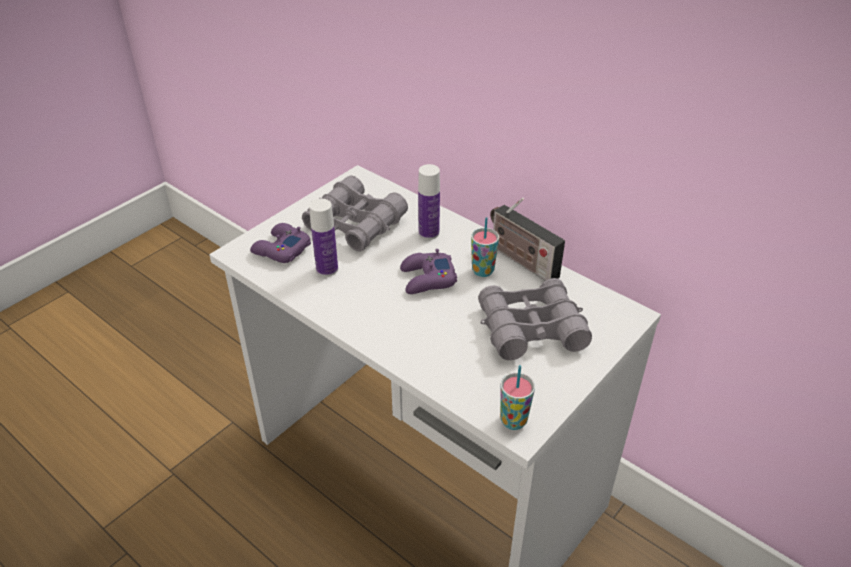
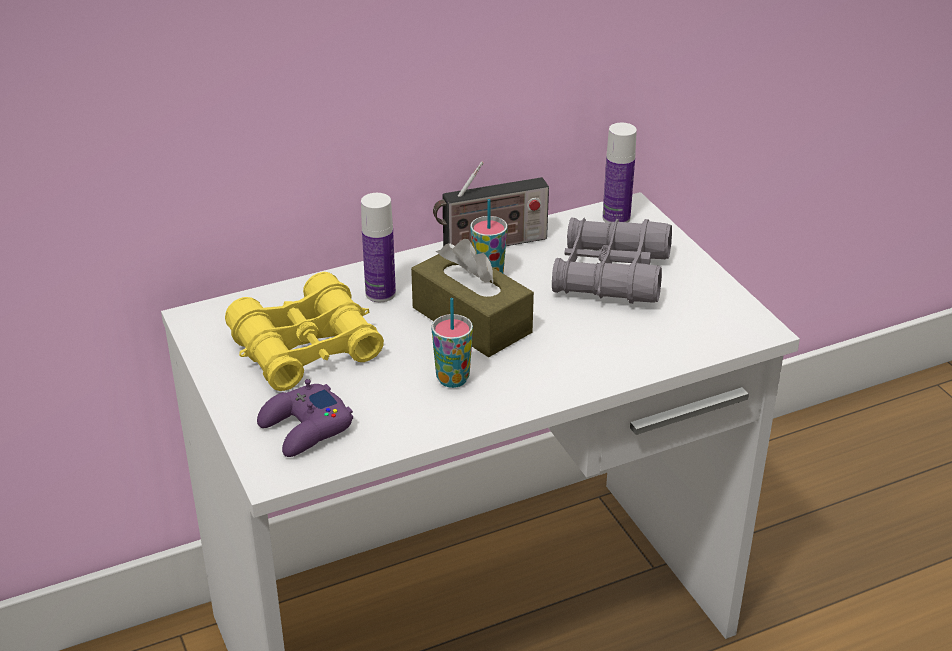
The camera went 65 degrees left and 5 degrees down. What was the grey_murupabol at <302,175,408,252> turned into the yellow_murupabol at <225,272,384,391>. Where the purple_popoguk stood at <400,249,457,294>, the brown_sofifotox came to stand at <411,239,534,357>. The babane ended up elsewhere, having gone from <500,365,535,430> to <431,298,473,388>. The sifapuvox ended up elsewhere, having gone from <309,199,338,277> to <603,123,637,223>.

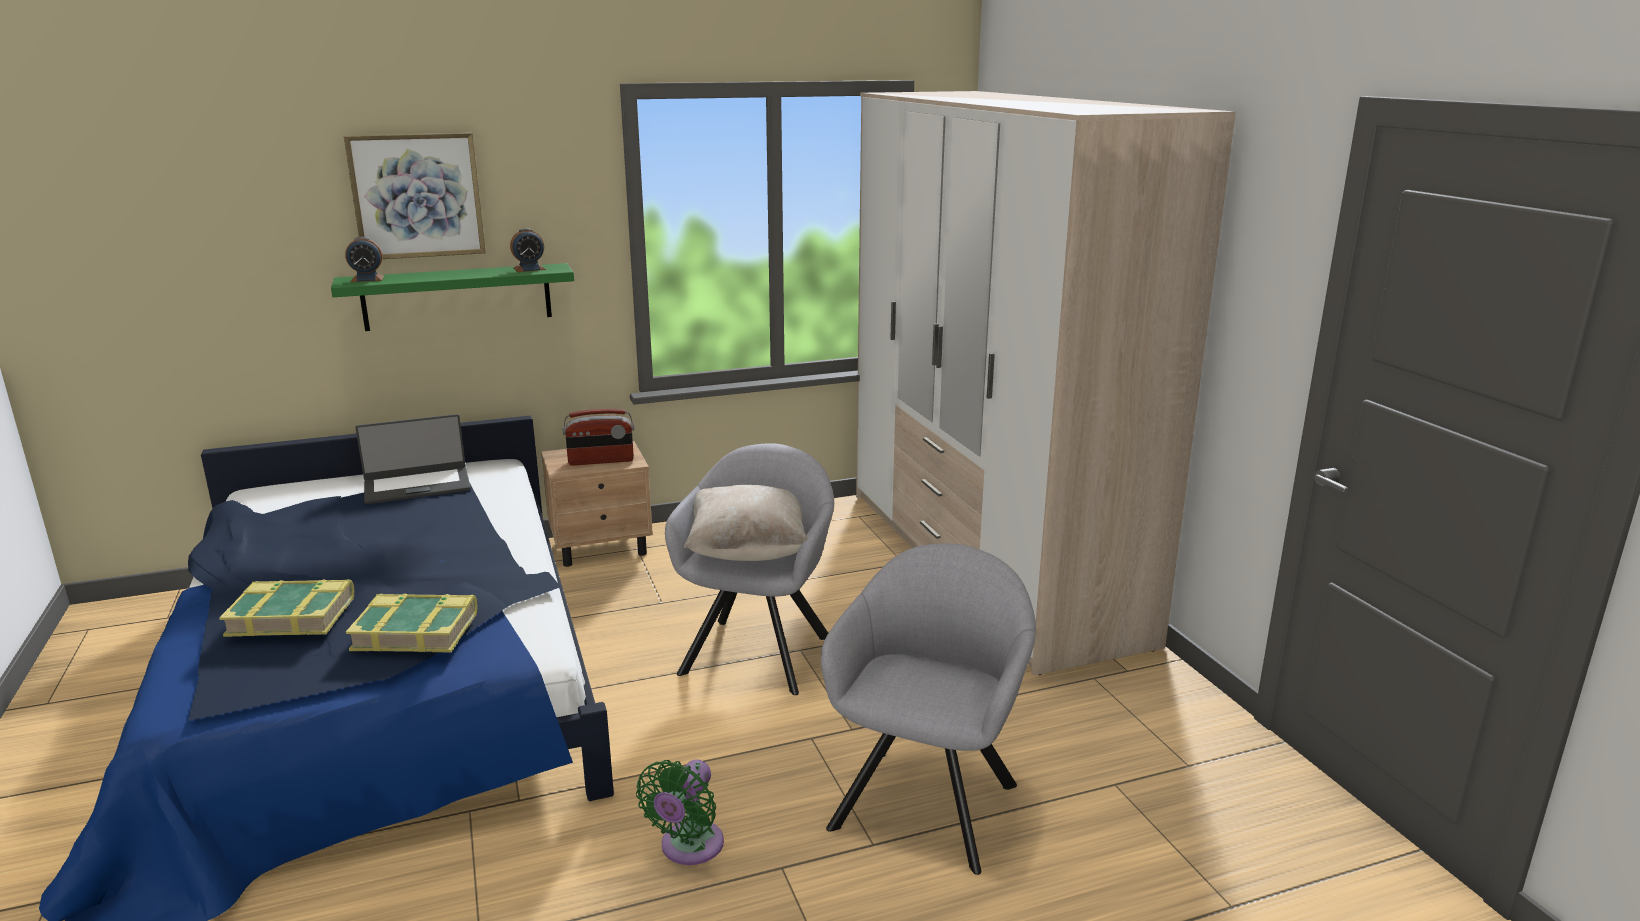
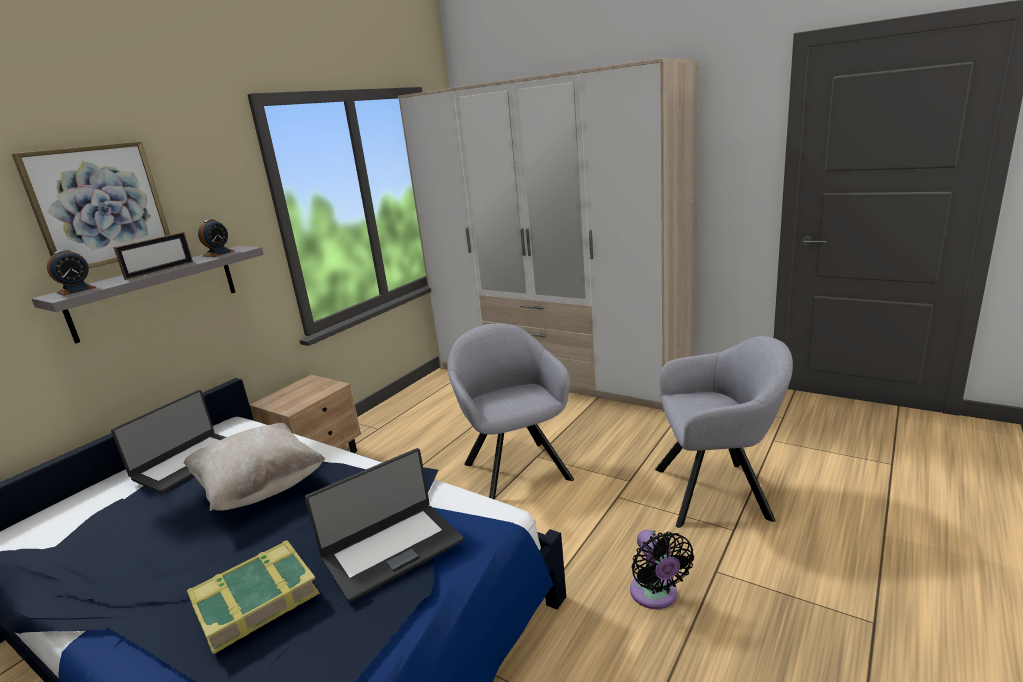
The camera went 35 degrees left and 0 degrees up. What was the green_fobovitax at <331,263,574,331> turned into the grey_fobovitax at <32,246,264,343>. The second view gained the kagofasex at <113,232,193,280>. The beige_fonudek ended up elsewhere, having gone from <684,485,808,561> to <183,423,325,511>. Where the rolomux stood at <346,594,478,652>, the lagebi came to stand at <305,448,463,602>. What was the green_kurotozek at <636,759,724,865> turned into the black_kurotozek at <630,530,694,609>. The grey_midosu at <821,543,1036,875> ended up facing another way, 105 degrees clockwise from before. The second view lost the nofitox at <563,409,634,466>.

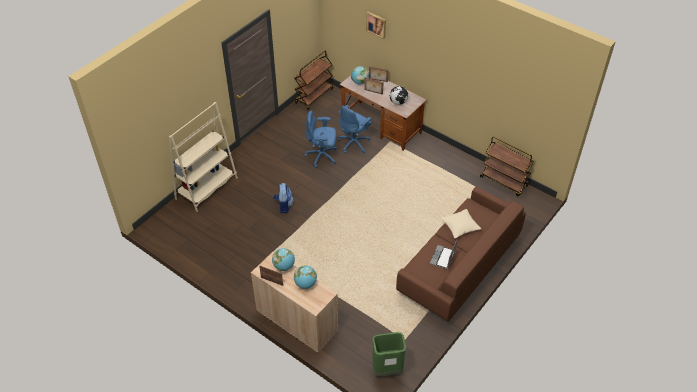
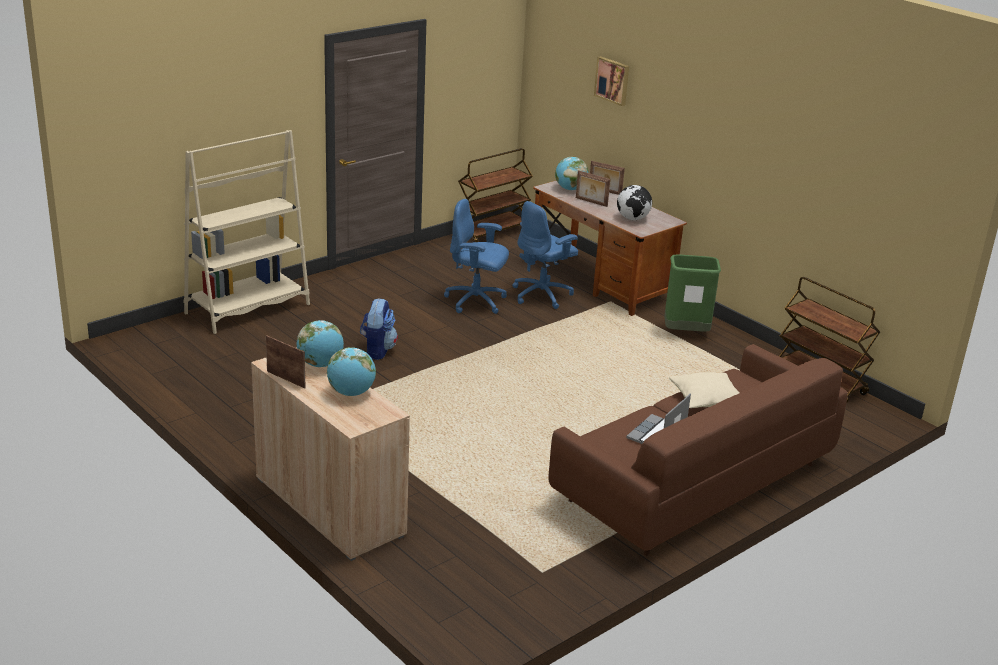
The camera went 10 degrees right and 20 degrees down. The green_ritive ended up elsewhere, having gone from <372,332,406,376> to <664,255,721,332>.

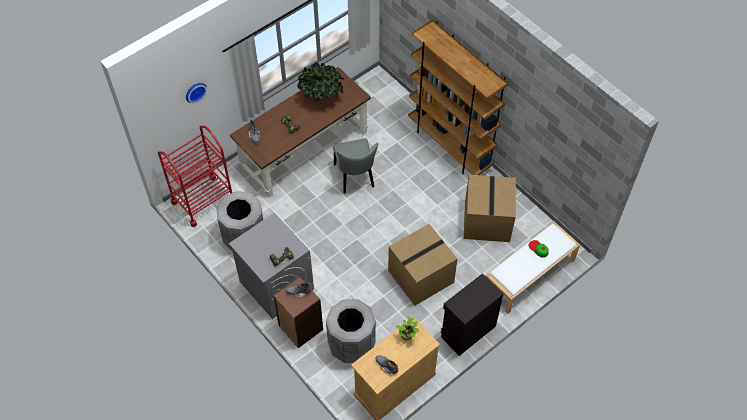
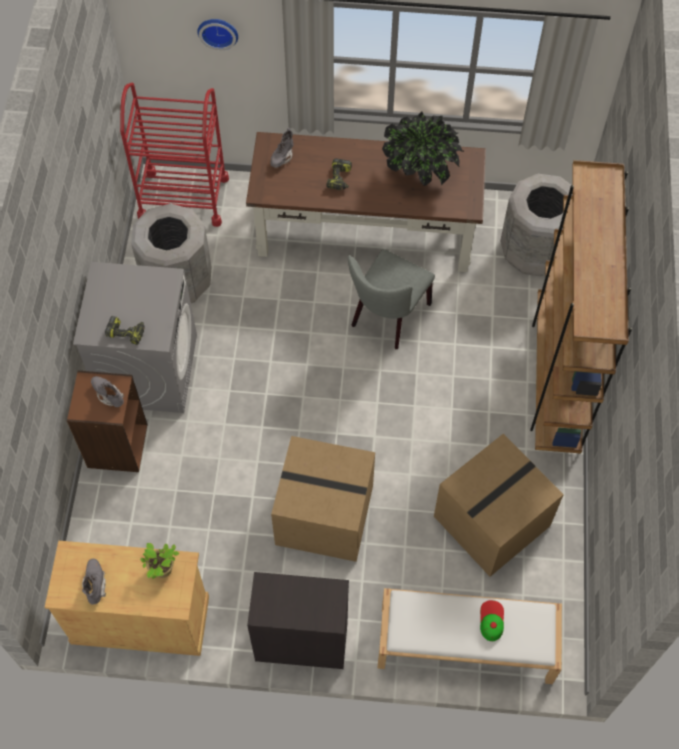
The camera went 45 degrees right and 5 degrees up. The grey_ritive ended up elsewhere, having gone from <326,299,376,363> to <500,174,573,276>.

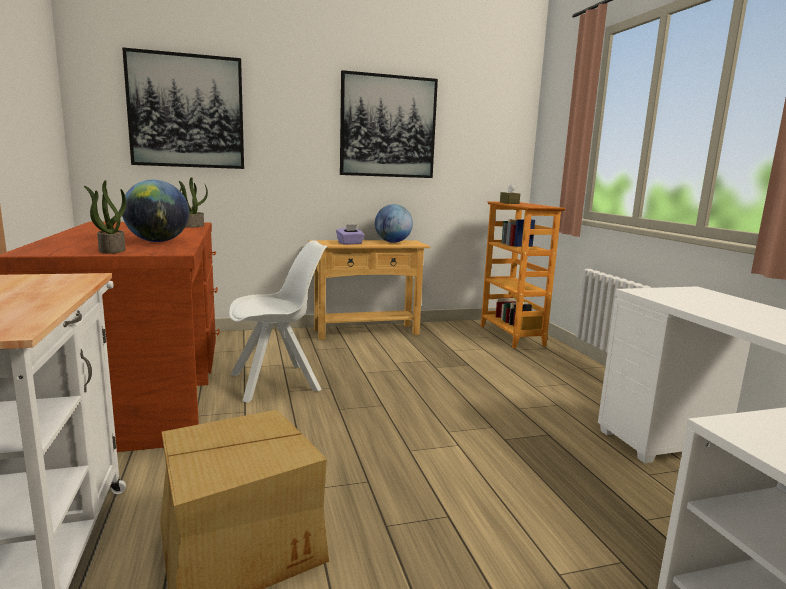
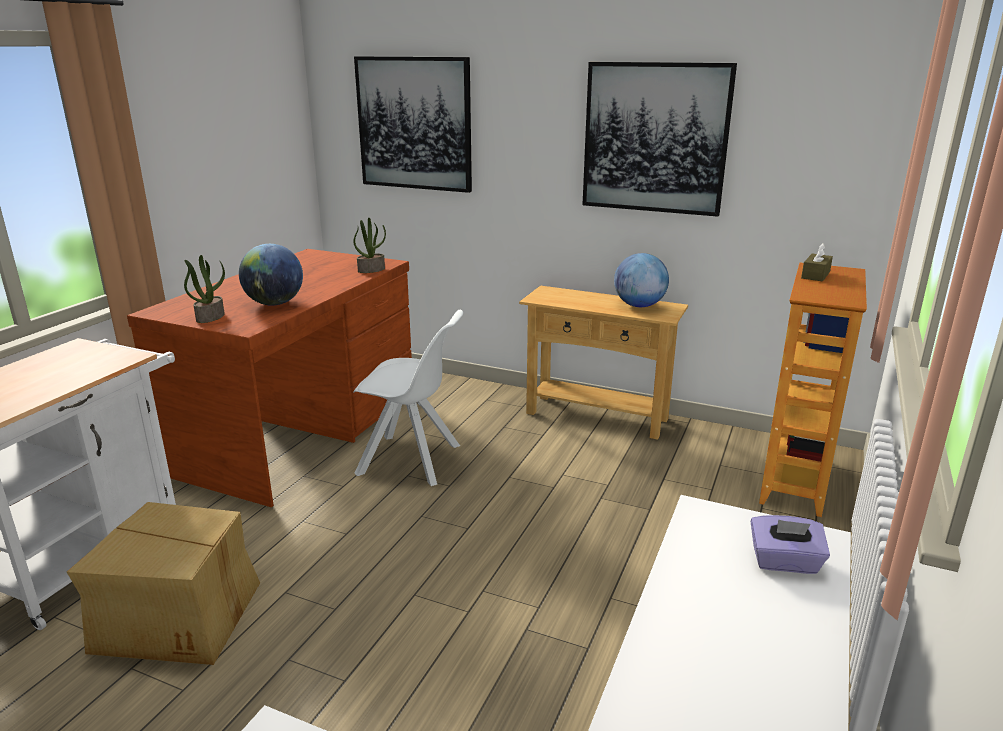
The camera went 40 degrees right and 10 degrees up. The purple_sofifotox ended up elsewhere, having gone from <336,224,365,245> to <751,515,830,574>.

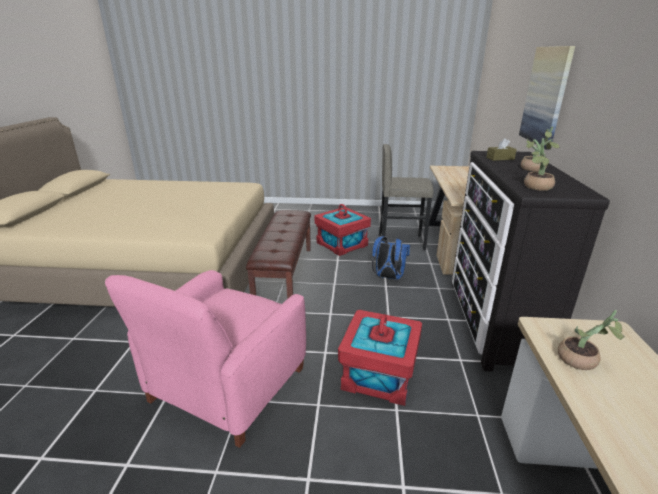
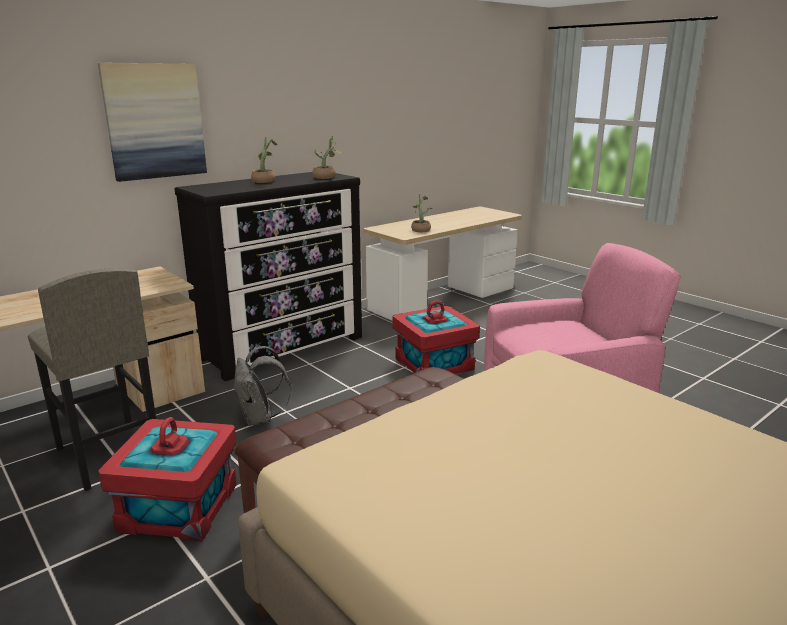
The camera went 135 degrees left and 5 degrees down. What was the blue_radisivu at <372,236,410,279> turned into the grey_radisivu at <234,346,291,426>. The second view lost the brown_sofifotox at <486,138,517,161>.

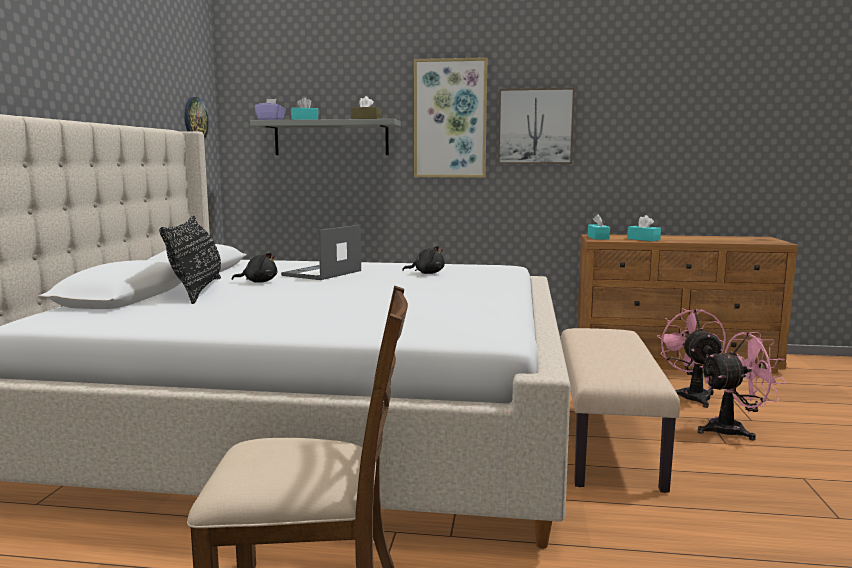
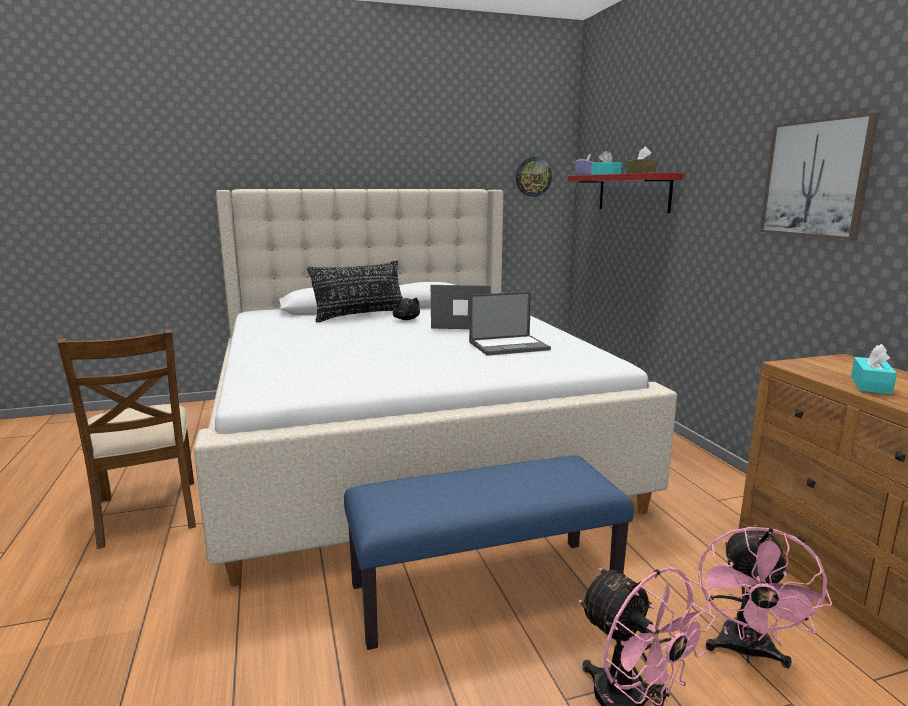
The camera went 65 degrees right and 5 degrees up. What was the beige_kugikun at <561,328,680,493> turned into the blue_kugikun at <344,456,634,650>. Where the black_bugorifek stood at <402,246,445,274>, the lagebi came to stand at <469,292,551,356>. What was the grey_fobovitax at <250,119,401,155> turned into the red_fobovitax at <567,173,683,213>. The pink_kurotozek at <657,308,726,408> ended up facing another way, 135 degrees clockwise from before. The second view lost the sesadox at <414,57,487,178>. The second view lost the turquoise_sofifotox at <588,214,610,240>.

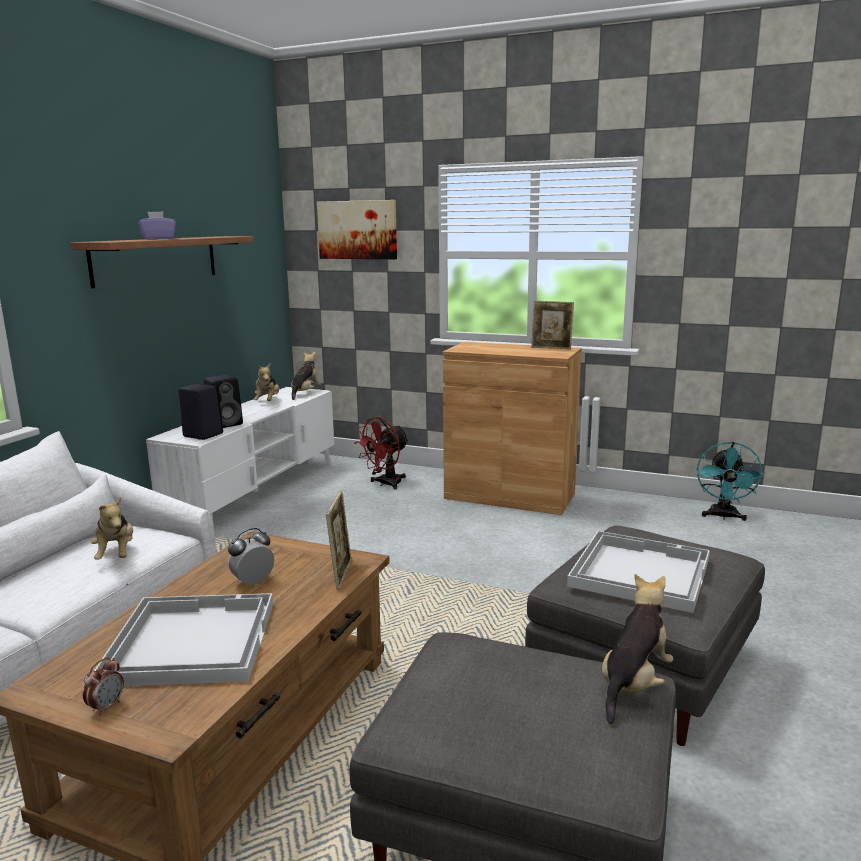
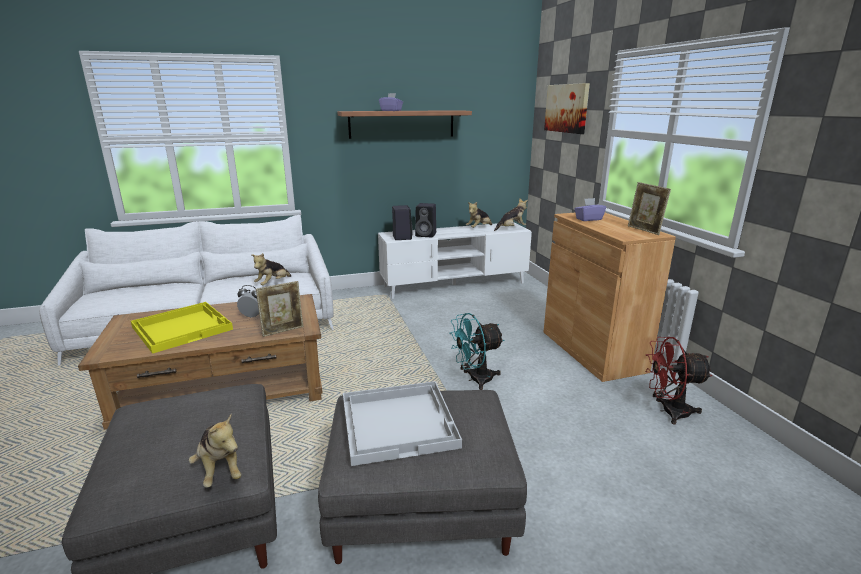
The camera went 50 degrees right and 5 degrees up. What was the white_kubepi at <94,593,273,686> turned into the yellow_kubepi at <131,302,233,354>. The bugorifek at <602,574,673,724> ended up facing another way, 60 degrees clockwise from before. The turquoise_kurotozek ended up elsewhere, having gone from <697,442,764,521> to <449,313,504,390>. The second view gained the purple_sofifotox at <574,198,606,221>. The red_kurotozek ended up elsewhere, having gone from <354,417,409,489> to <645,337,713,425>. The second view lost the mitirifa at <83,657,124,716>.

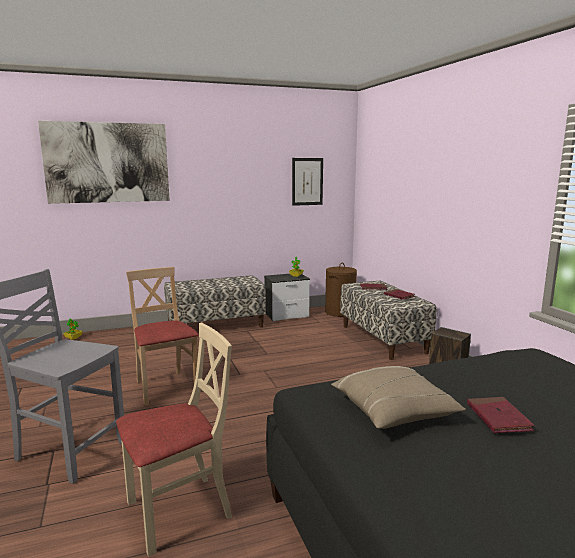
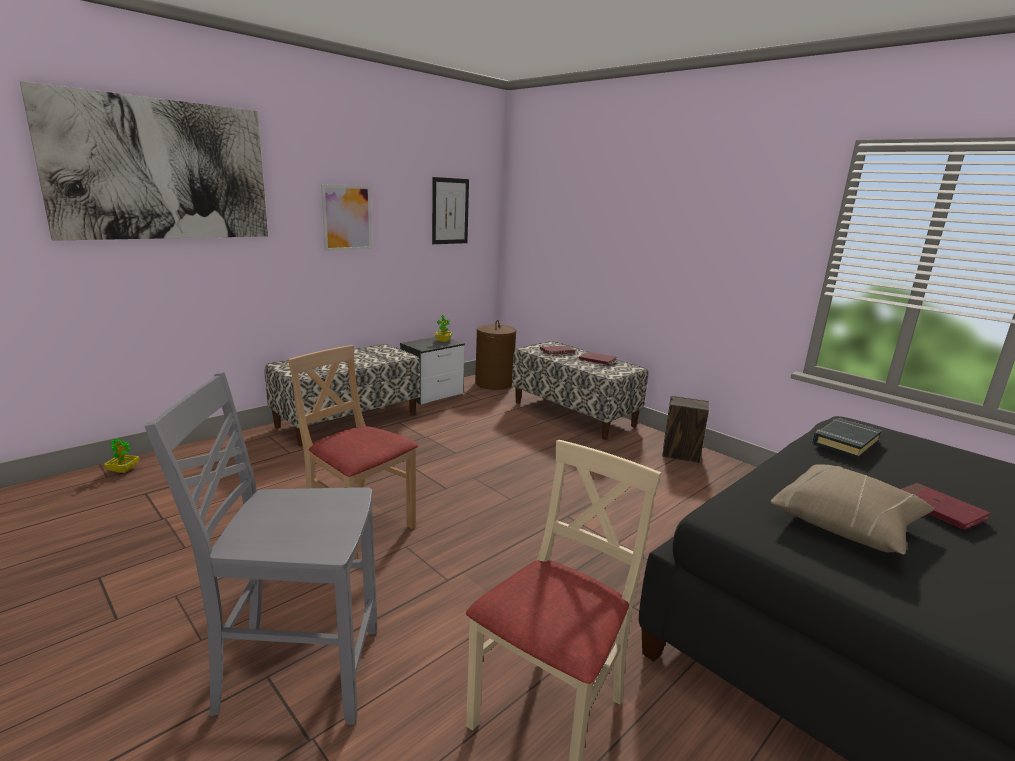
The camera went 25 degrees left and 5 degrees up. The second view gained the sesadox at <321,184,372,251>. The second view gained the black_rolomux at <812,418,882,459>.

